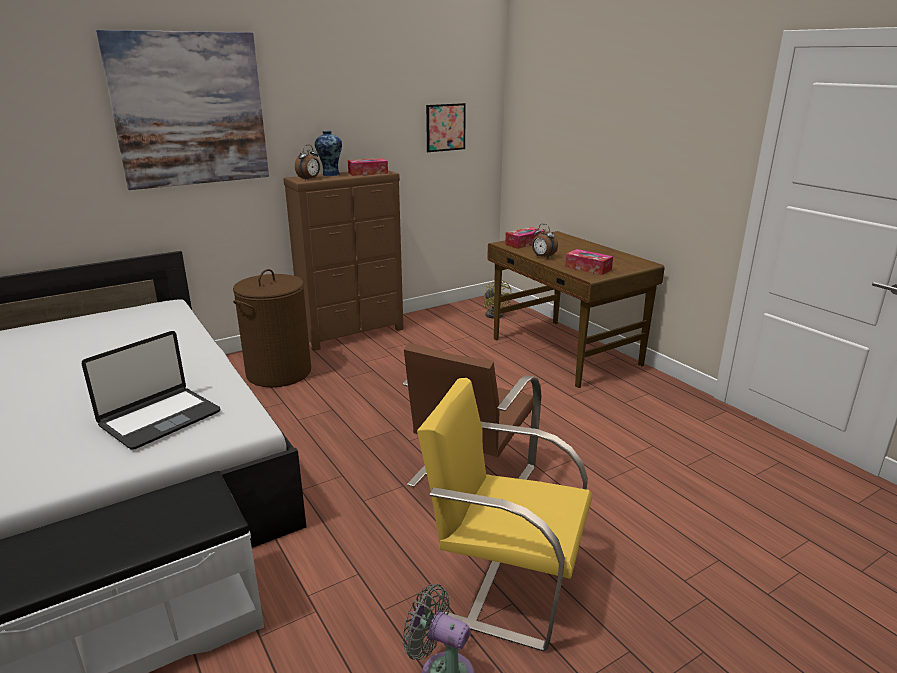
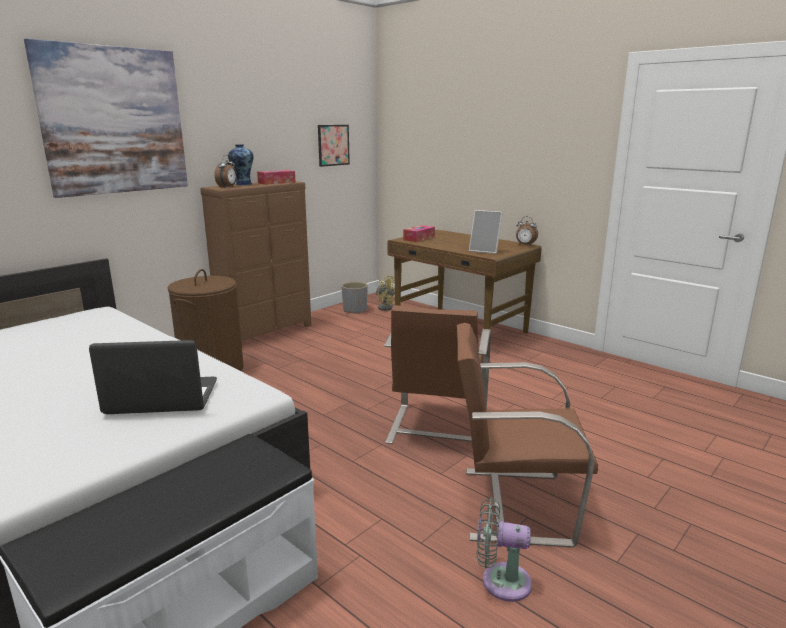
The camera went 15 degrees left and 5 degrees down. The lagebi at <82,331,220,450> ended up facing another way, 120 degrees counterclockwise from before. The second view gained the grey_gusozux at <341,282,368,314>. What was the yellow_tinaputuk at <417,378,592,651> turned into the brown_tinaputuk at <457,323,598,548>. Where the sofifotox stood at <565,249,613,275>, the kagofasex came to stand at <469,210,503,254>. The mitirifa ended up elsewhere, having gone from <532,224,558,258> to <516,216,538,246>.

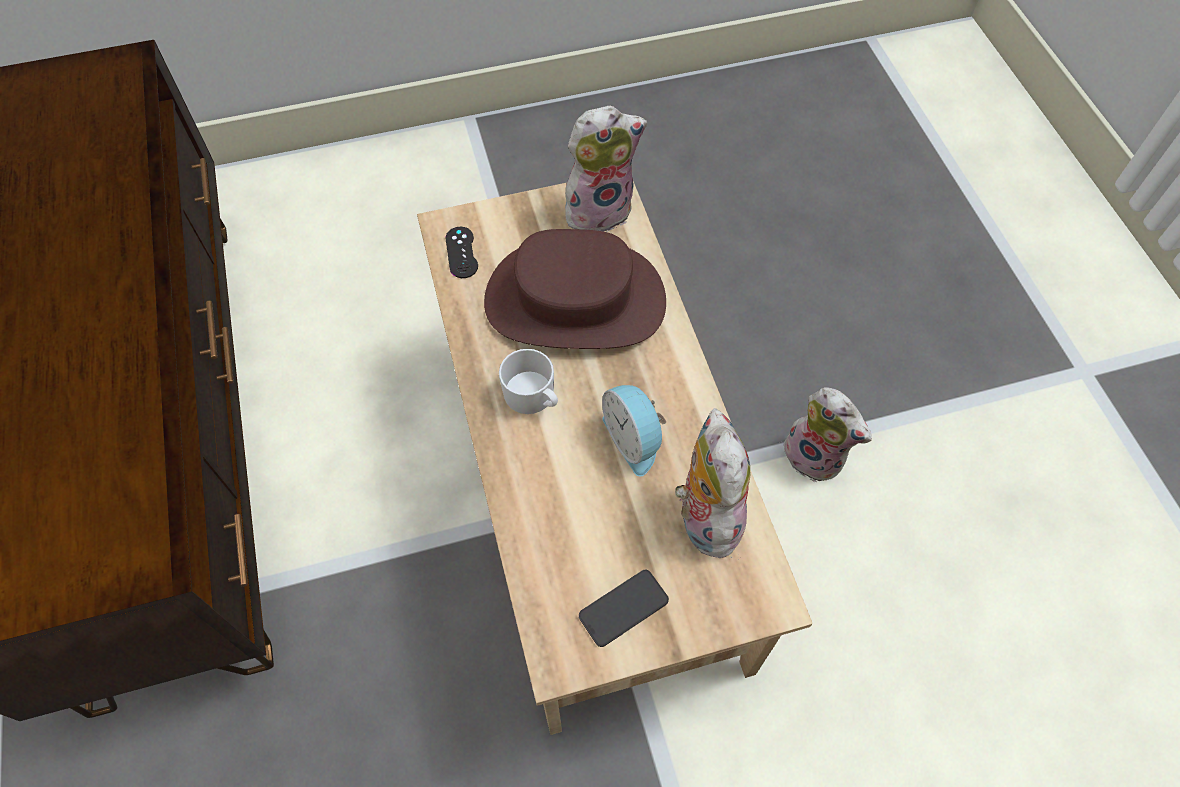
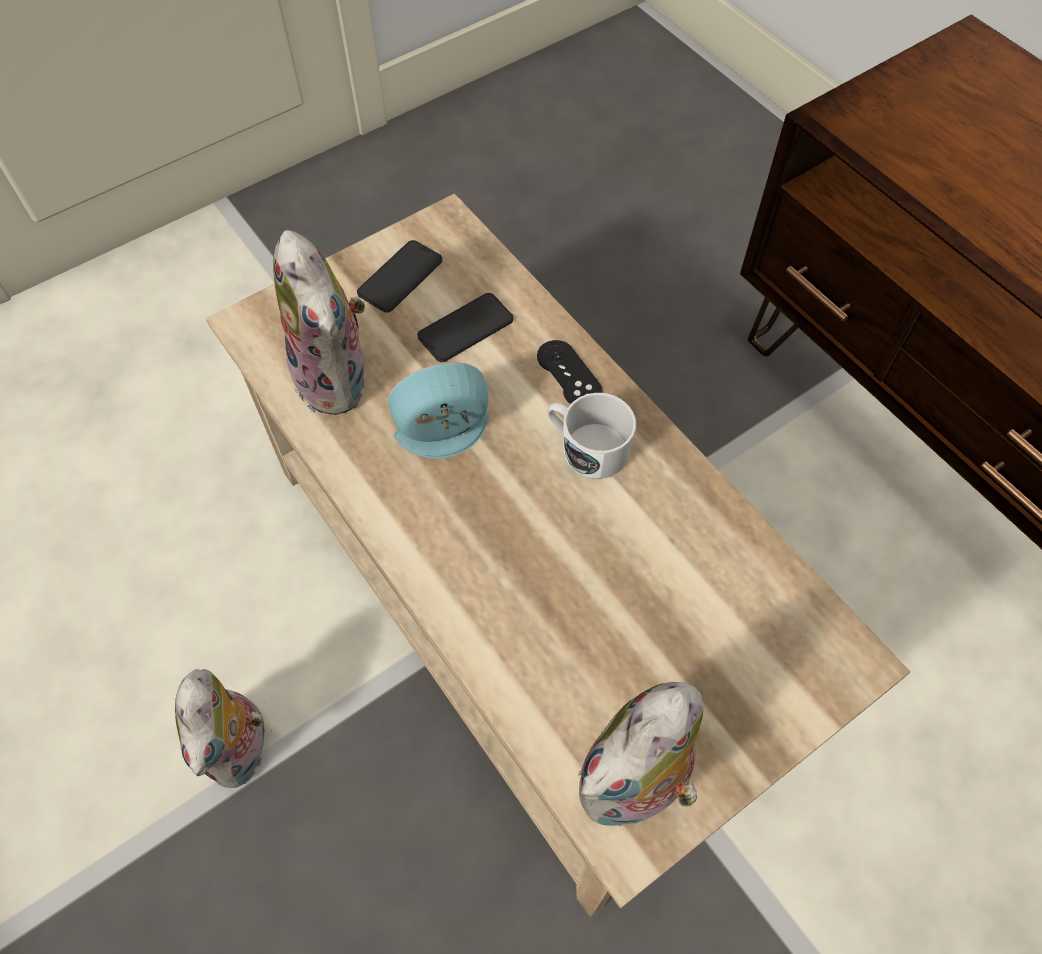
The camera went 160 degrees right and 0 degrees up. The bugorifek at <781,388,872,482> ended up facing another way, 120 degrees counterclockwise from before. The mitirifa at <602,385,666,477> ended up facing another way, 60 degrees counterclockwise from before. The second view gained the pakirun at <417,293,513,362>. The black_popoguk ended up elsewhere, having gone from <445,227,478,278> to <537,340,602,404>. The second view lost the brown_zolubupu at <484,229,666,349>.

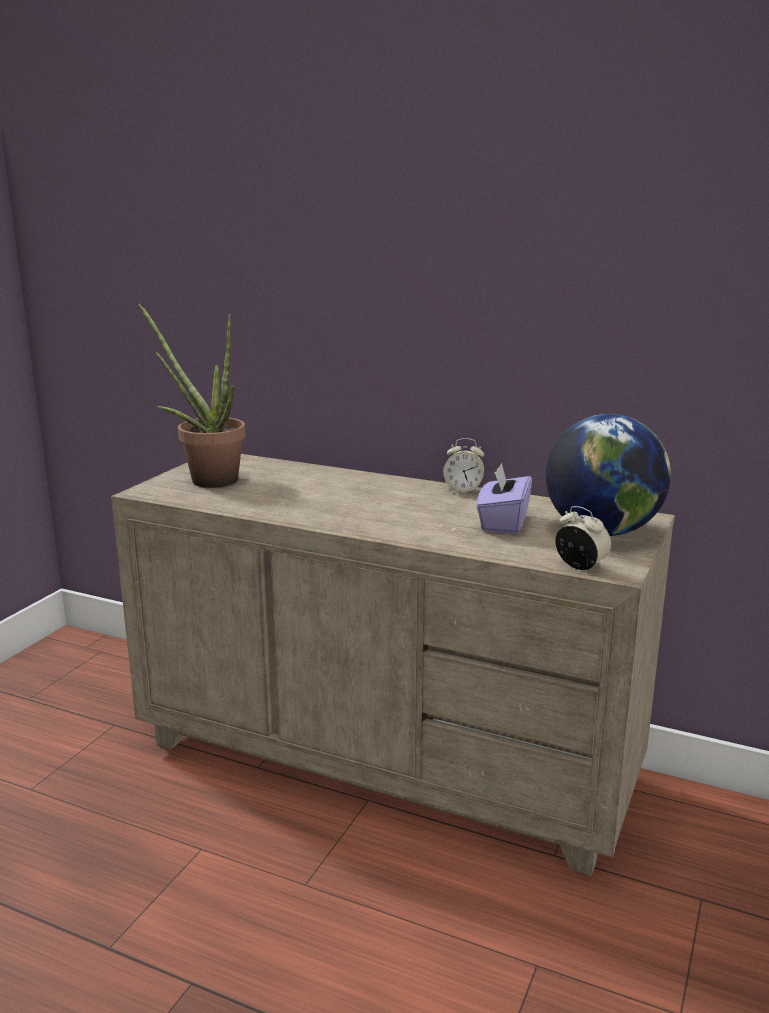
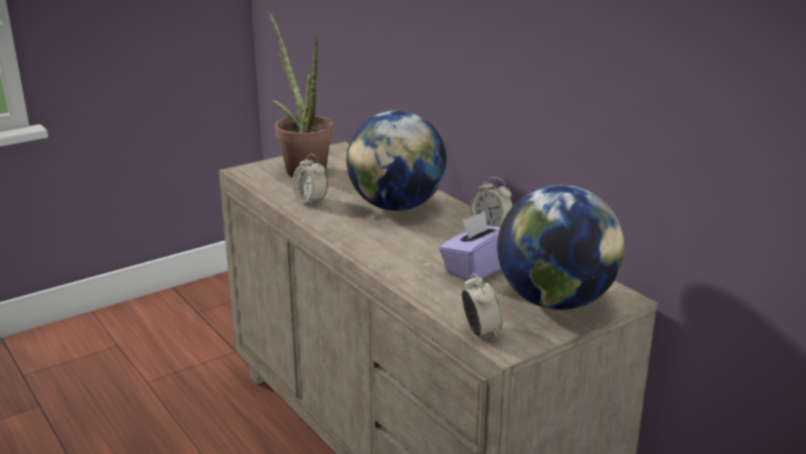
The camera went 30 degrees right and 5 degrees up. The second view gained the mitirifa at <292,154,328,206>. The second view gained the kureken at <346,110,447,211>.

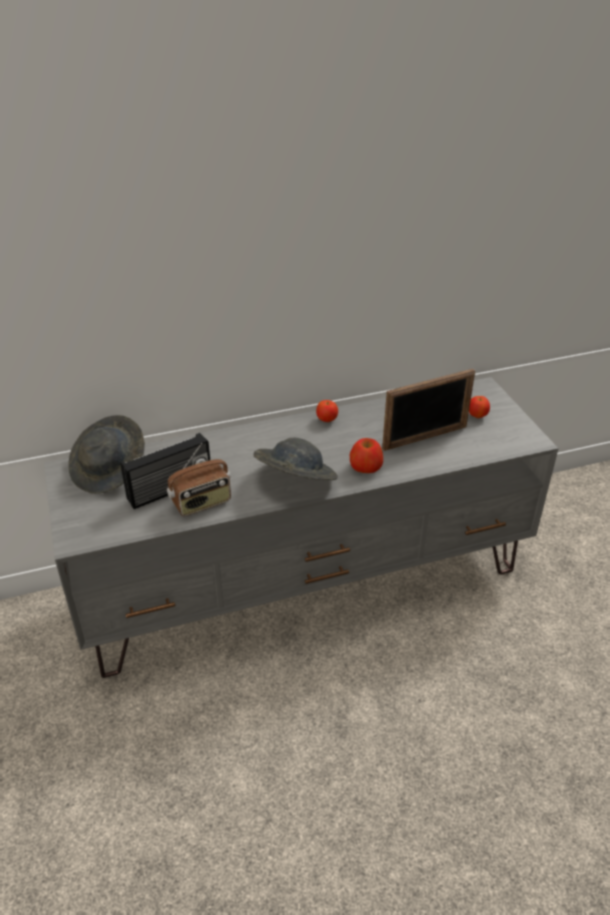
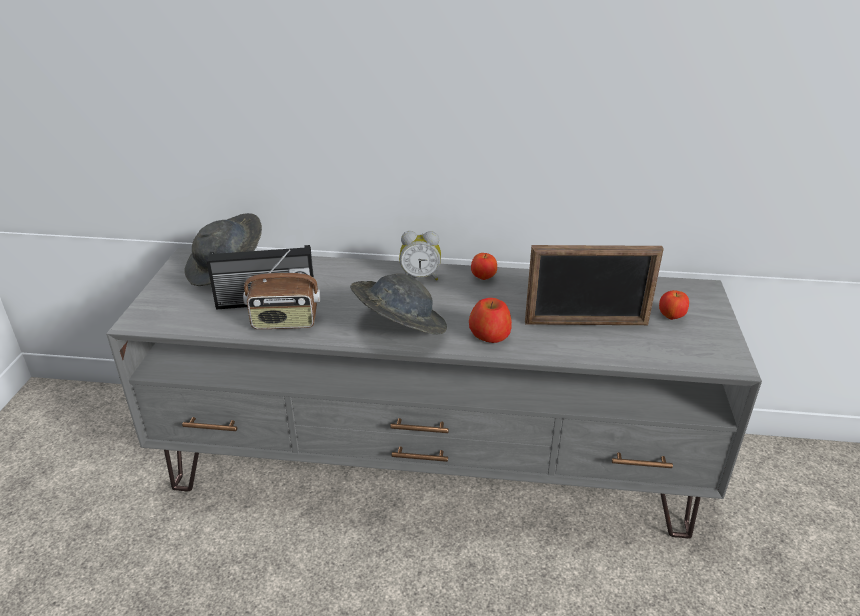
The camera went 25 degrees right and 5 degrees down. The second view gained the mitirifa at <399,231,441,281>.

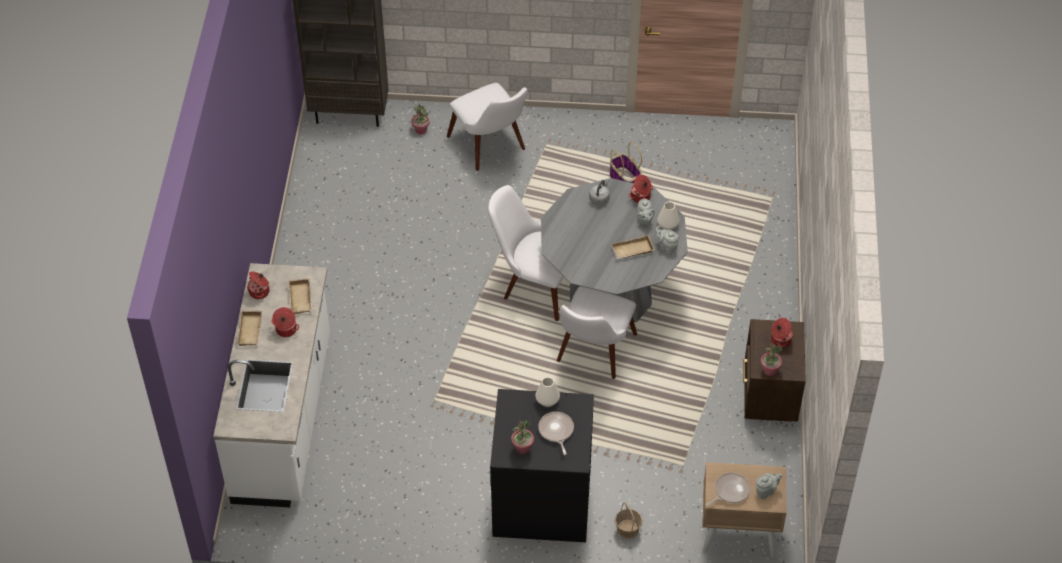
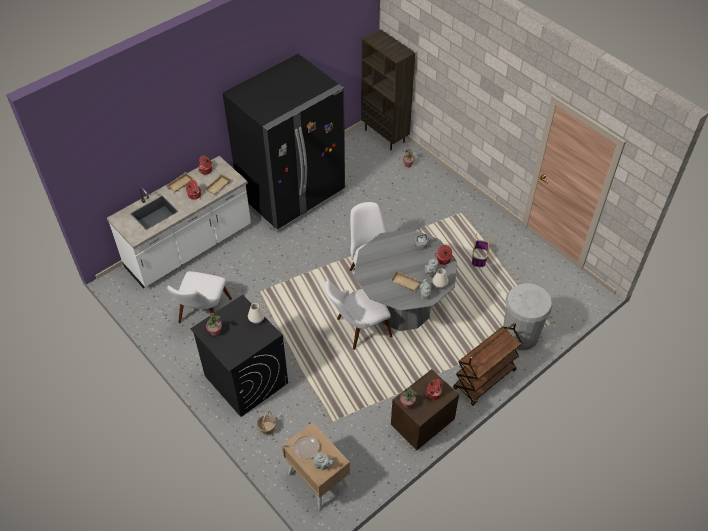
The camera went 45 degrees right and 0 degrees up. The white_tinaputuk ended up elsewhere, having gone from <447,83,527,171> to <167,271,232,323>. The second view gained the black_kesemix at <222,54,345,233>. The second view gained the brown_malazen at <453,323,522,406>. The second view gained the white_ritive at <503,283,552,350>. The second view lost the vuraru at <538,412,574,455>.

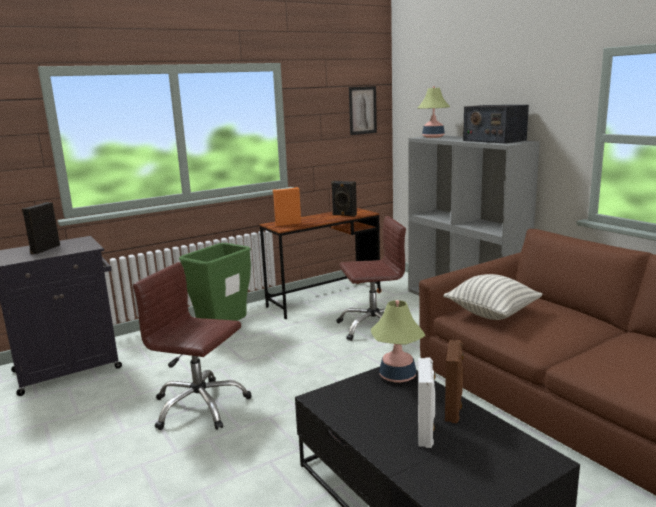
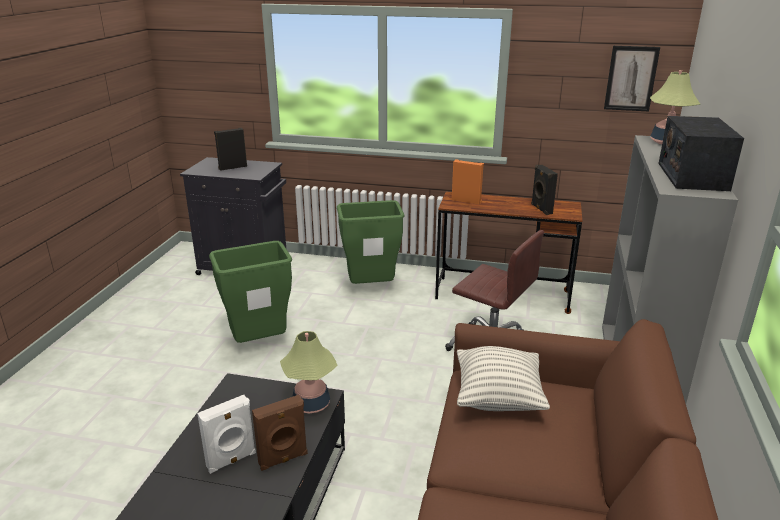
The camera went 45 degrees right and 10 degrees up. Where the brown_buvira stood at <133,262,252,430>, the green_ritive came to stand at <209,241,292,343>.

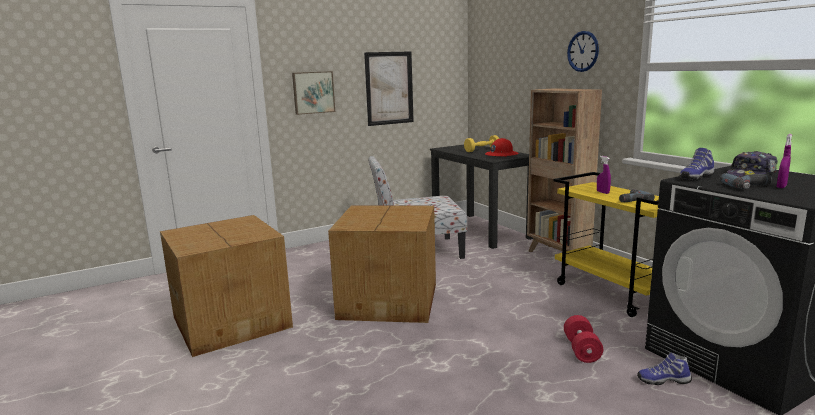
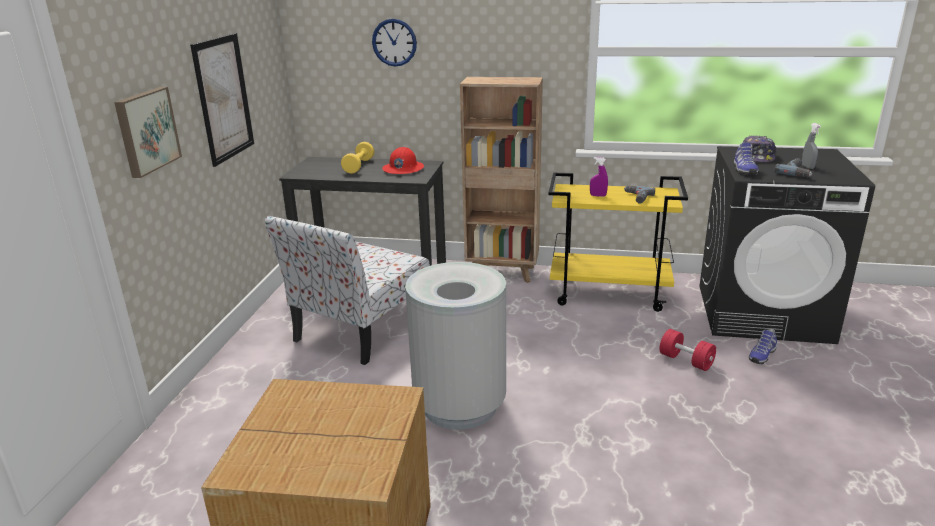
The camera went 50 degrees left and 10 degrees up. The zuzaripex ended up elsewhere, having gone from <567,31,599,72> to <372,19,417,67>. Where the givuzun stood at <328,206,436,323>, the grey_ritive came to stand at <405,262,506,430>. What was the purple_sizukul at <777,134,792,188> turned into the grey_sizukul at <802,123,821,169>.

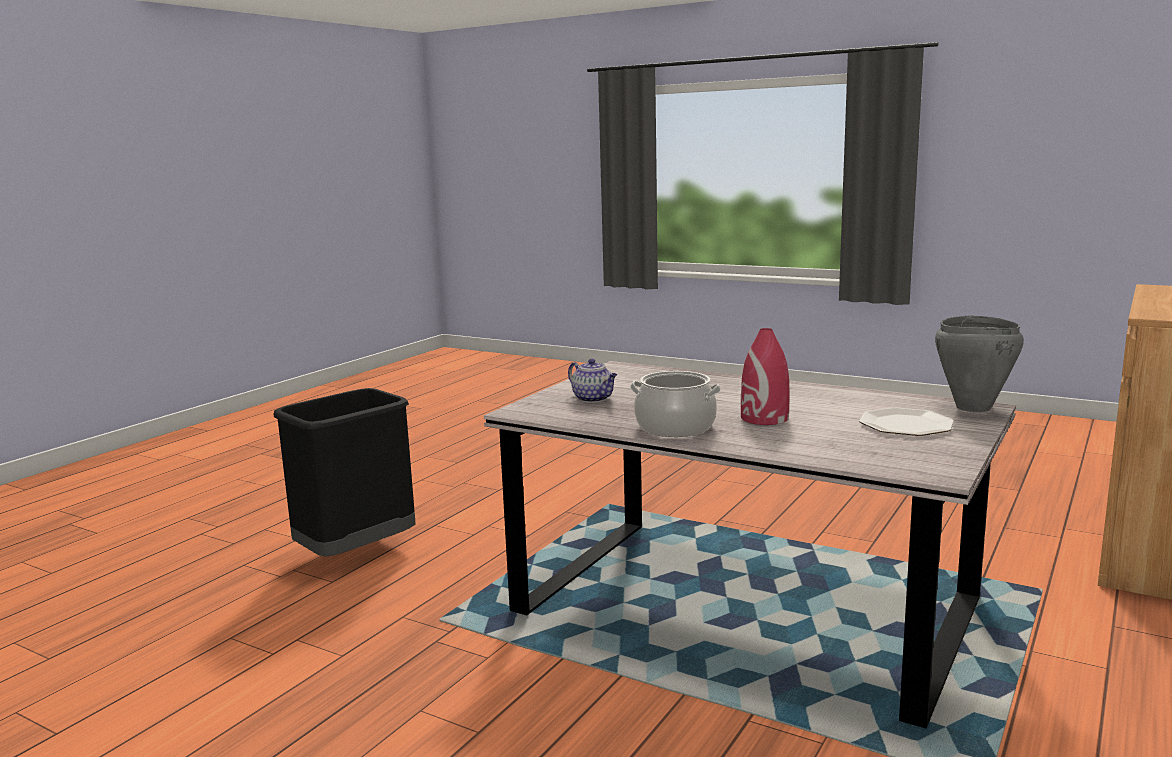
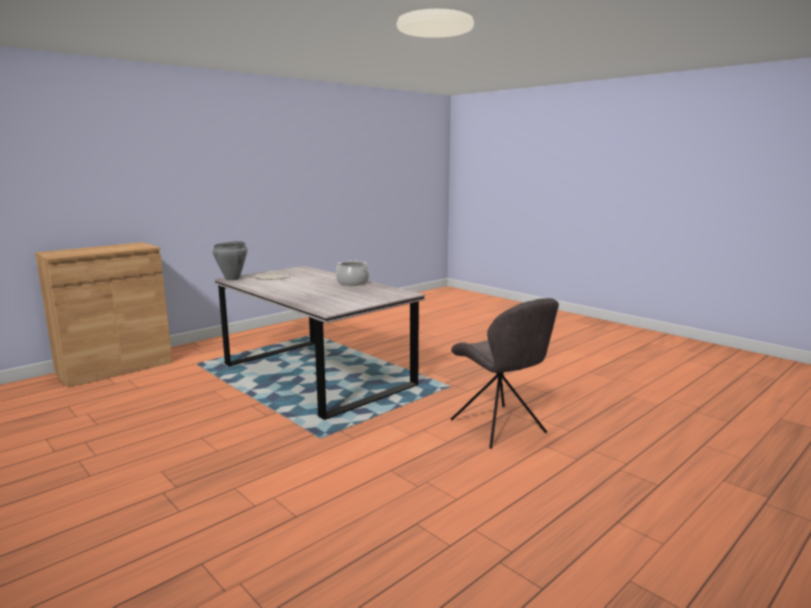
The camera went 165 degrees left and 0 degrees up. Where the black_ritive stood at <274,388,416,557>, the grey_tinaputuk came to stand at <451,298,559,449>. The second view lost the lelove at <568,359,617,403>. The second view lost the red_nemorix at <741,328,790,425>.

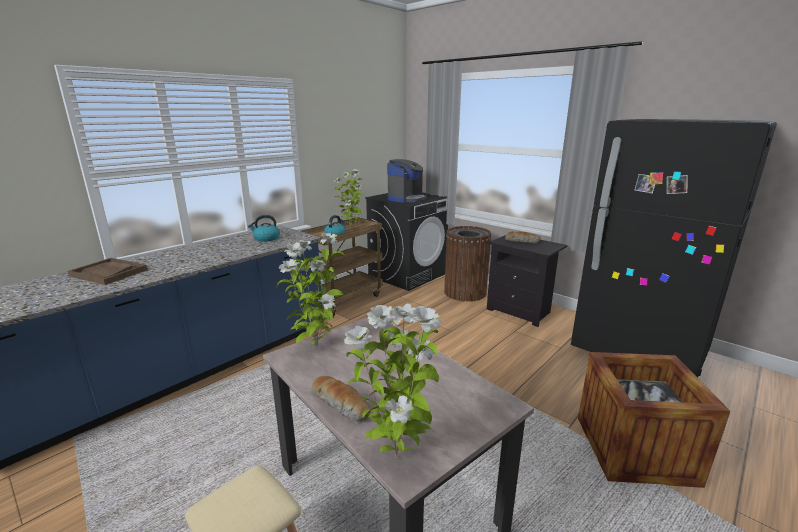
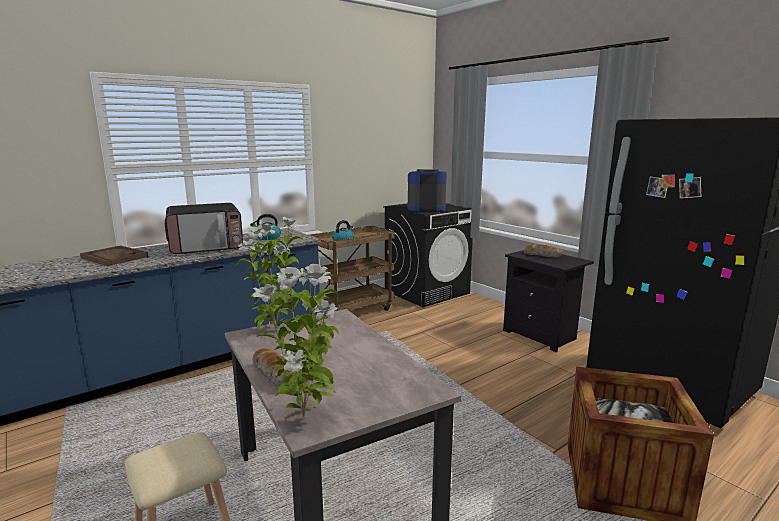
The camera went 10 degrees right and 5 degrees down. The second view gained the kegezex at <165,203,243,254>. The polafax at <387,159,427,203> ended up facing another way, 135 degrees counterclockwise from before. The second view lost the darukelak at <333,169,363,228>. The second view lost the brown_ritive at <444,226,491,302>.

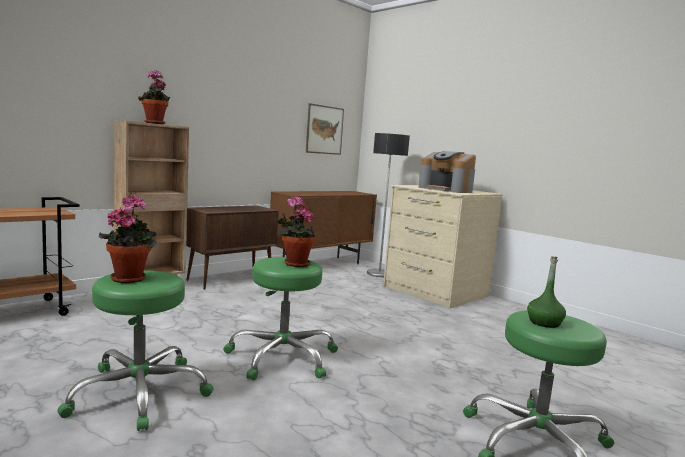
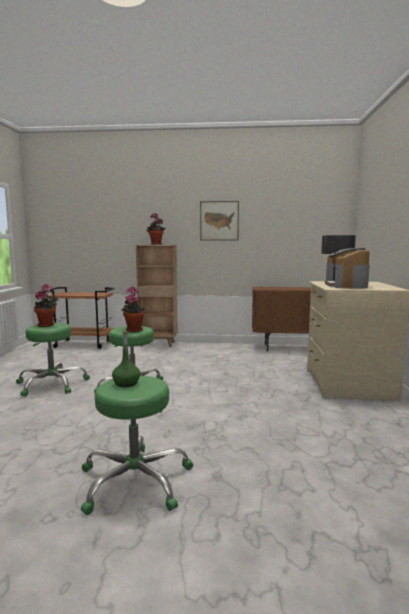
The camera went 50 degrees right and 0 degrees up. The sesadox ended up elsewhere, having gone from <306,103,344,155> to <200,201,239,241>. The second view lost the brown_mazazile at <186,205,279,290>.

